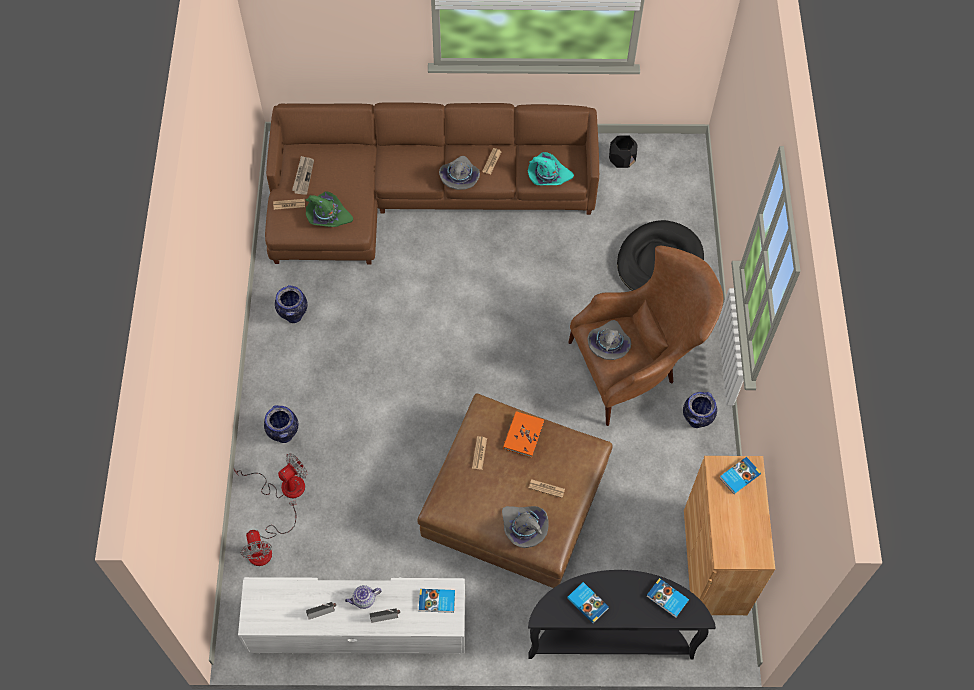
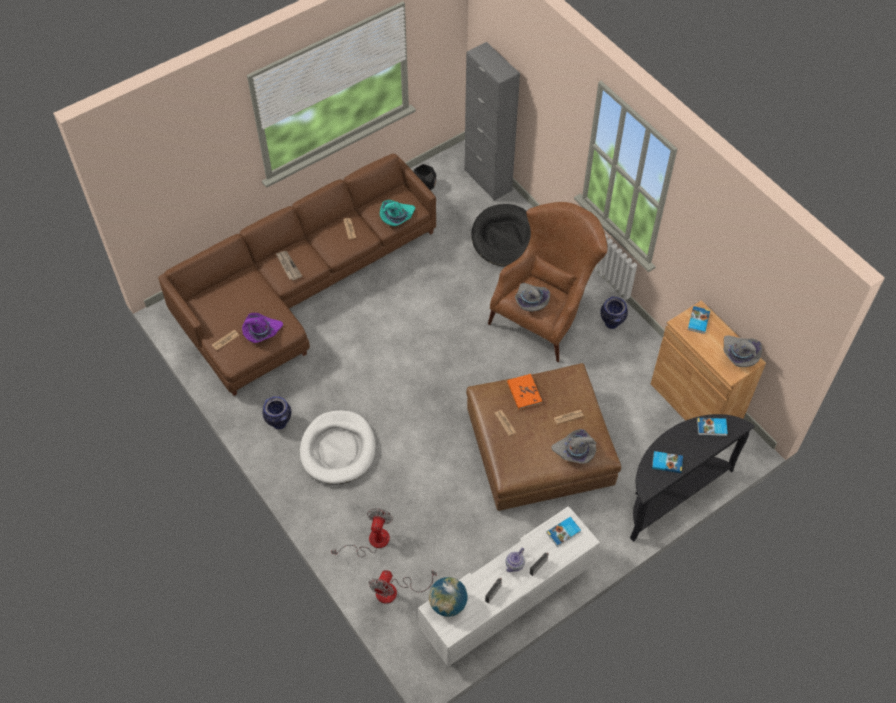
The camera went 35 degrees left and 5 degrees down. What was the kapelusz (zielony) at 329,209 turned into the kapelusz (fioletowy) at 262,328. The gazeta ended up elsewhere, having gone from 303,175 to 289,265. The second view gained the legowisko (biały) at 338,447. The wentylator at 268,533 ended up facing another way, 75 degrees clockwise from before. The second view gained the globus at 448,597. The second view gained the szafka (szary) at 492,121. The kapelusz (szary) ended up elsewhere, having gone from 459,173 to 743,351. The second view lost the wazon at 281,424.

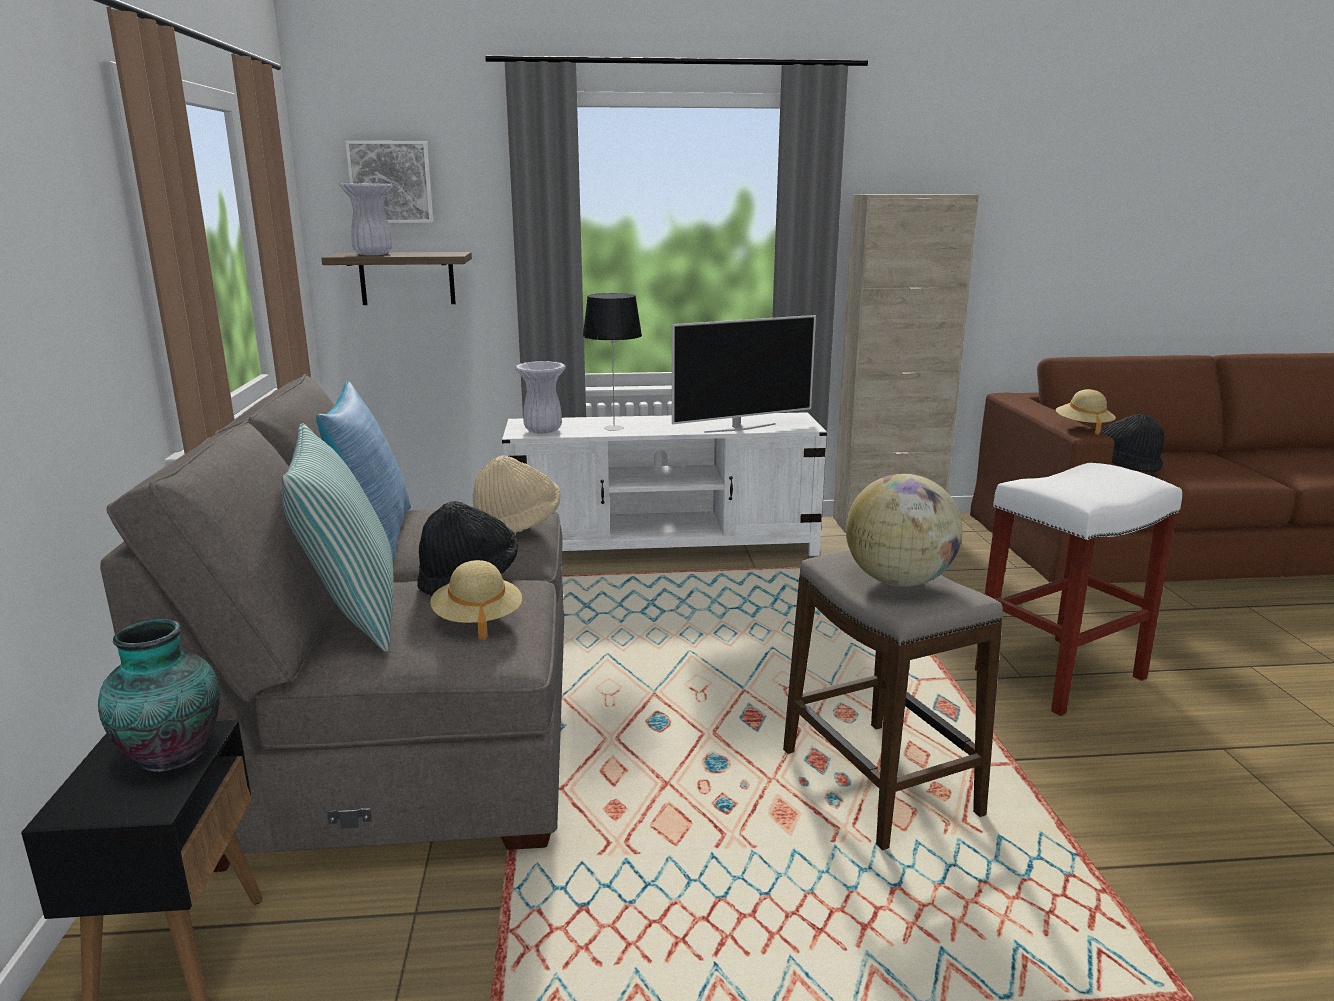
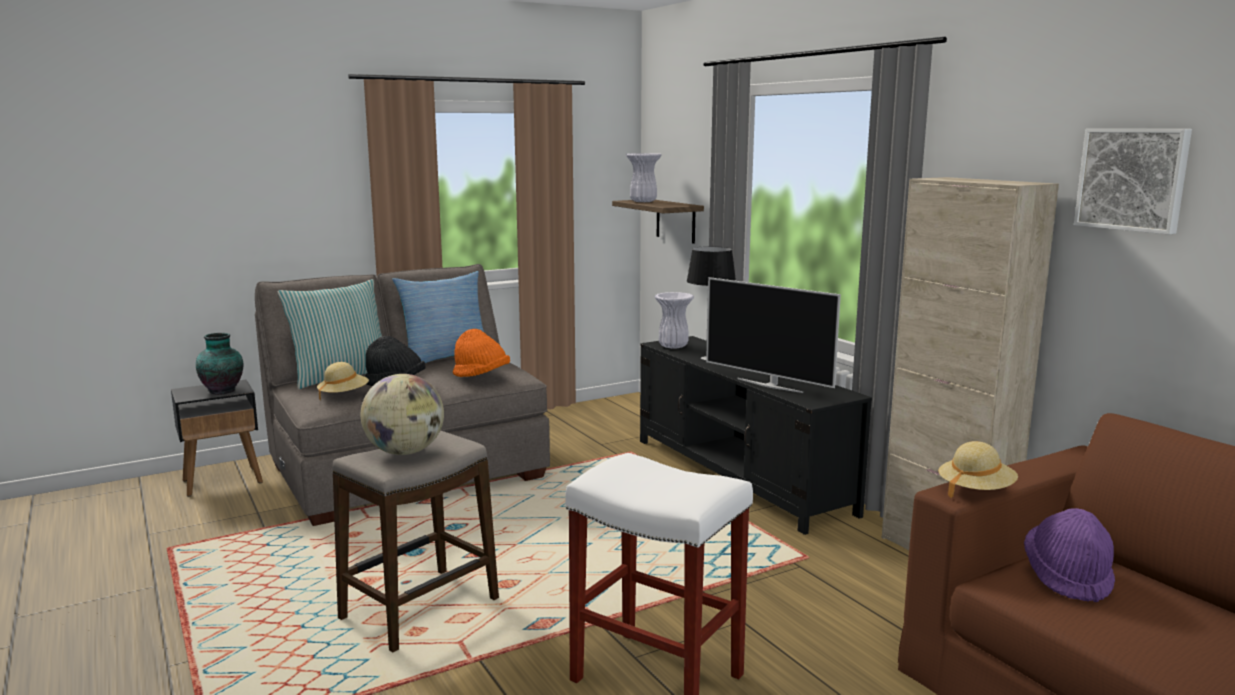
The camera went 65 degrees right and 5 degrees down. What was the kapelusz (beżowy) at 516,494 turned into the kapelusz (pomarańczowy) at 481,353. What was the szafka pod telewizor (biały) at 664,484 turned into the szafka pod telewizor (czarny) at 756,435. What was the kapelusz (czarny) at 1132,443 turned into the kapelusz (fioletowy) at 1069,555. The obraz ended up elsewhere, having gone from 389,182 to 1133,181.

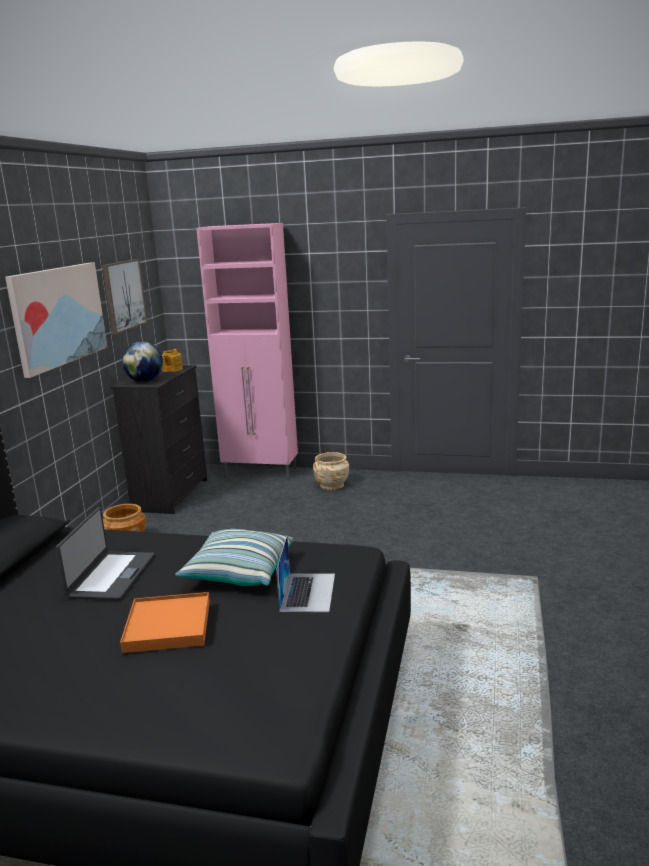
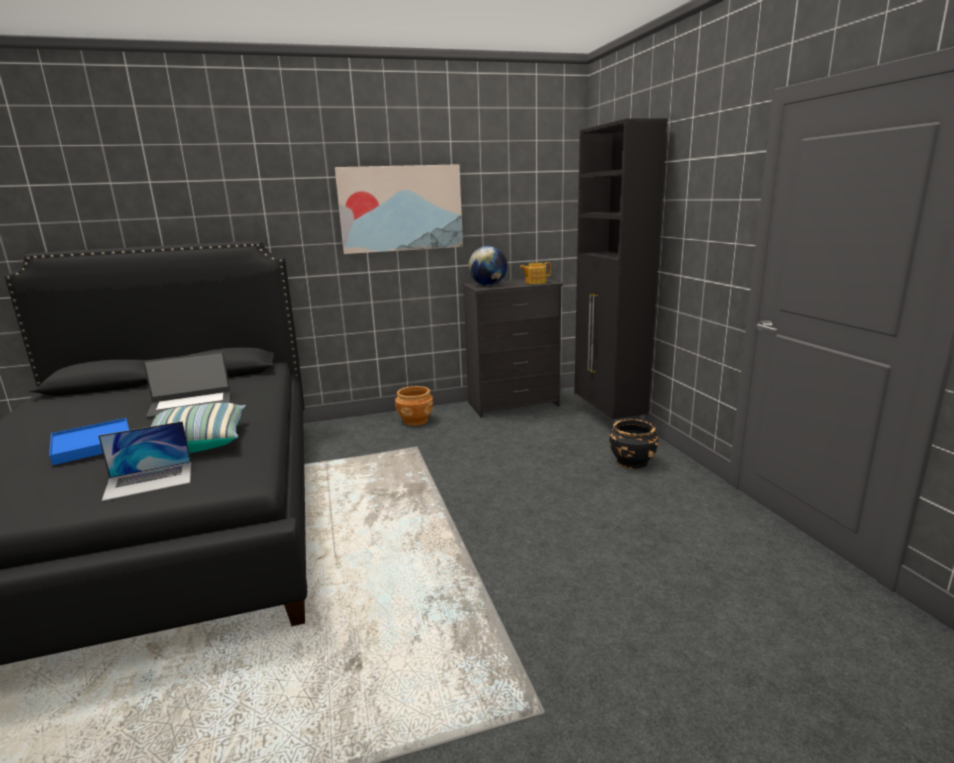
The camera went 60 degrees right and 0 degrees up. What was the taca (pomarańczowy) at 165,622 turned into the taca (niebieski) at 89,441. What was the szafka (różowy) at 247,351 turned into the szafka (czarny) at 621,272. What was the donica (beżowy) at 331,471 turned into the donica (czarny) at 633,444. The second view lost the obraz at 125,296.

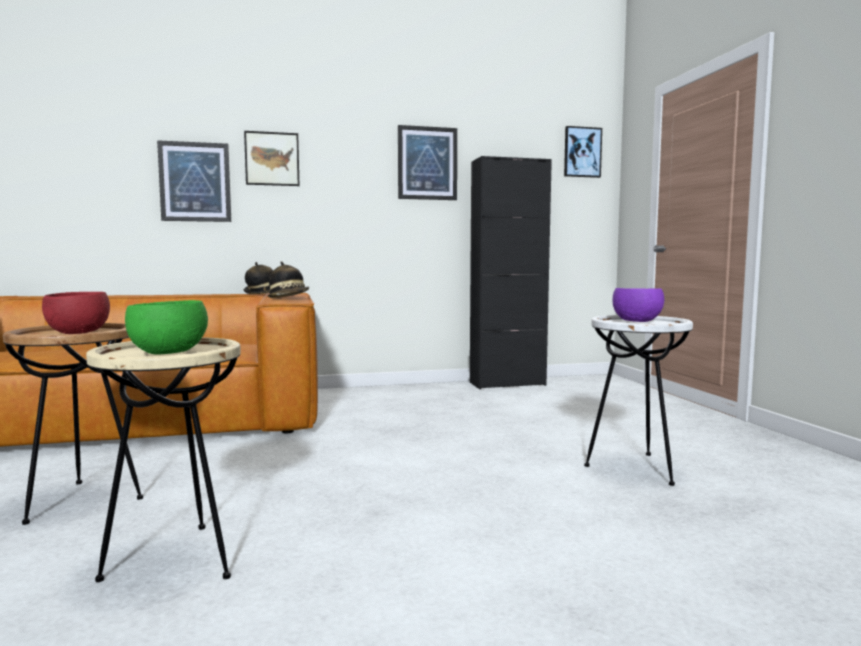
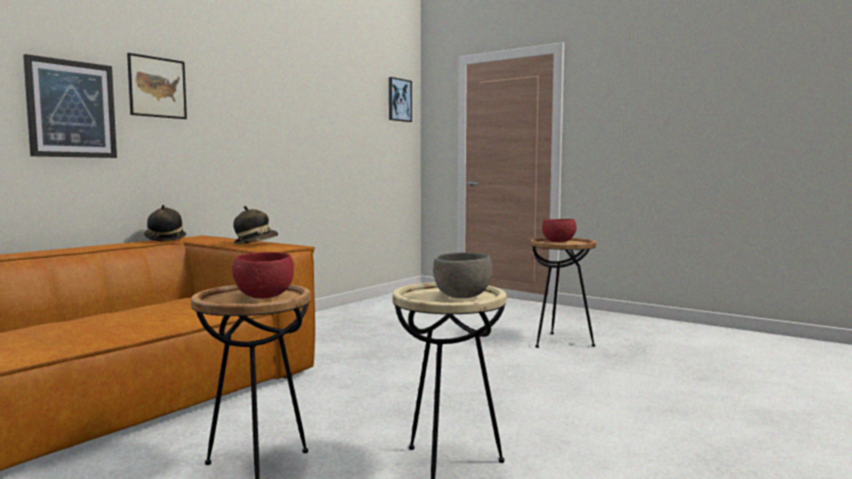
The camera went 40 degrees left and 0 degrees up. What was the miska (zielony) at 166,327 turned into the miska (szary) at 463,275. What was the stolik (biały) at 638,400 turned into the stolik (brązowy) at 564,292. What was the miska (fioletowy) at 638,305 turned into the miska (czerwony) at 559,230. The second view lost the obraz at 427,162. The second view lost the szafka (czarny) at 511,272.

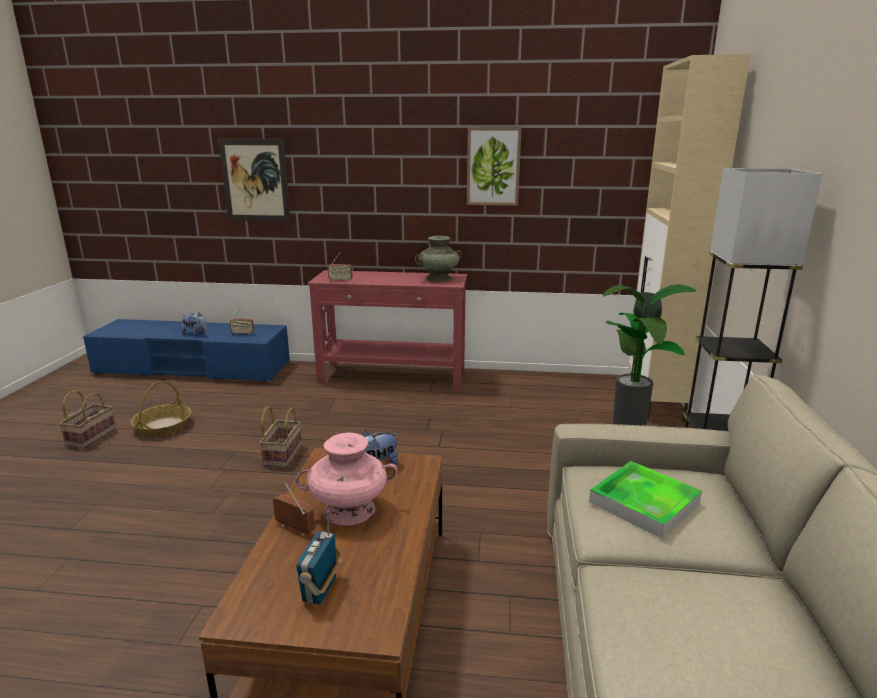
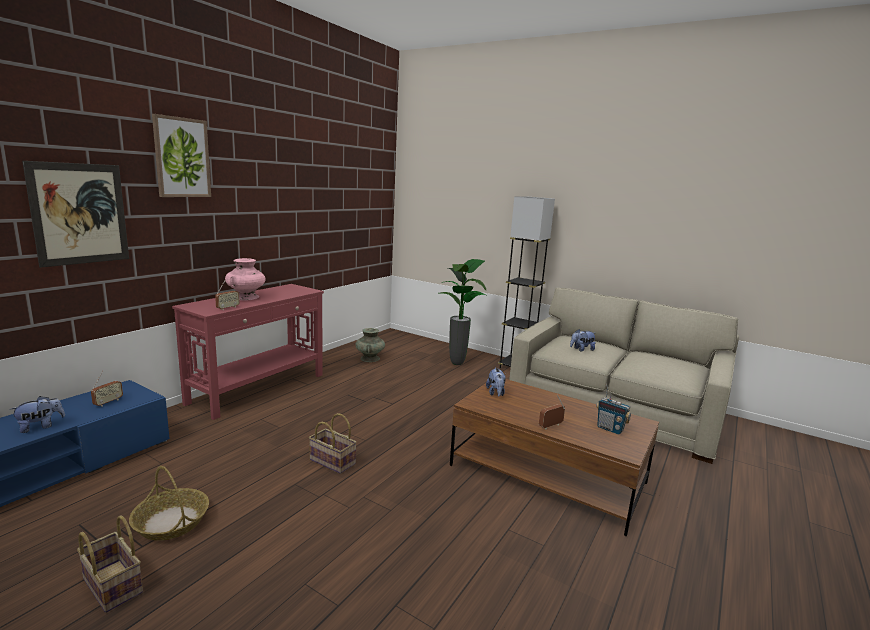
The camera went 65 degrees left and 5 degrees down. The obraz ended up elsewhere, having gone from 494,166 to 181,155. The wazon (różowy) ended up elsewhere, having gone from 346,479 to 245,279. The wazon (turkusowy) ended up elsewhere, having gone from 438,259 to 370,345. Where the taca stood at 645,499, the pluszak came to stand at 583,340. The second view lost the szafka (beżowy) at 689,238.

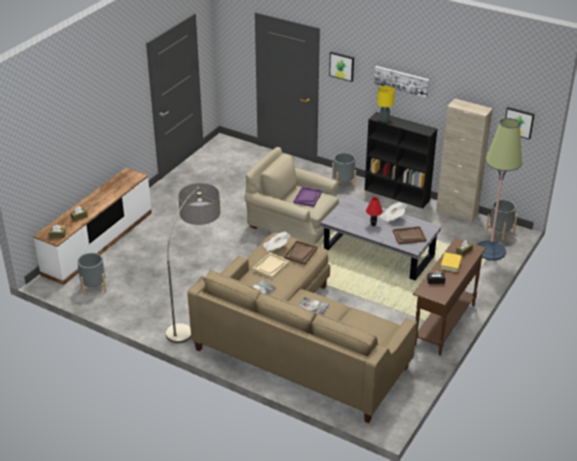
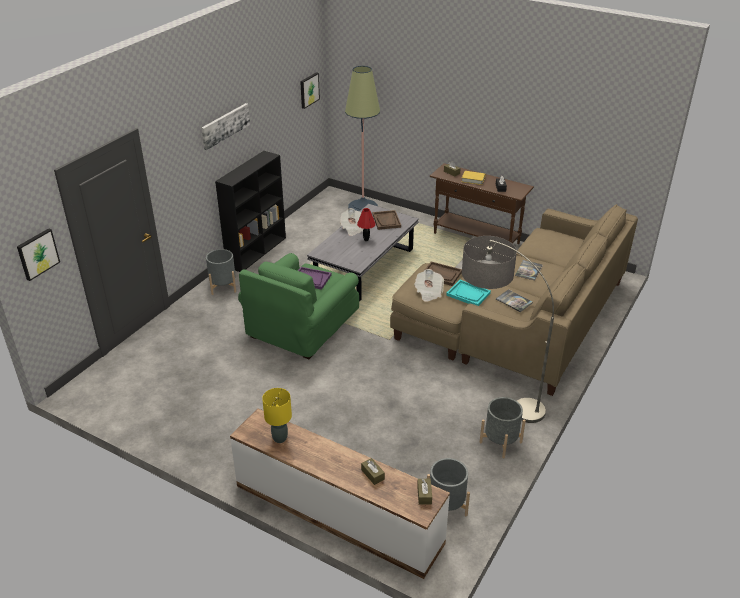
The camera went 90 degrees left and 0 degrees up. The obraz ended up elsewhere, having gone from 341,67 to 38,254. What was the fotel (beżowy) at 292,196 turned into the fotel (zielony) at 298,306. The lampa stołowa (żółty) ended up elsewhere, having gone from 386,104 to 277,415. What was the taca (beżowy) at 271,266 turned into the taca (turkusowy) at 468,293. The donica (szary) ended up elsewhere, having gone from 502,220 to 503,427. The second view lost the szafka (beżowy) at 464,161.

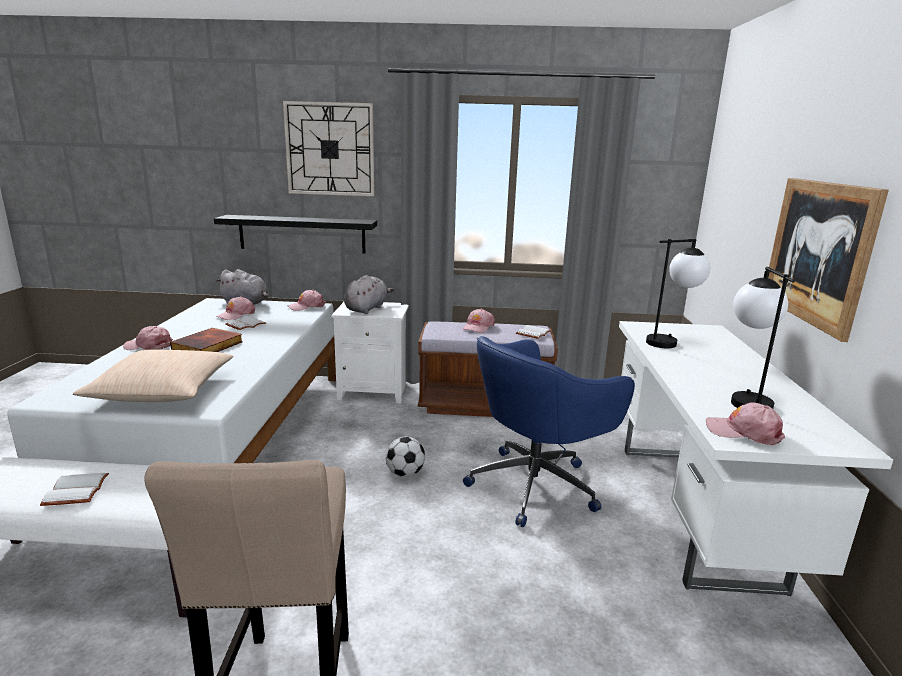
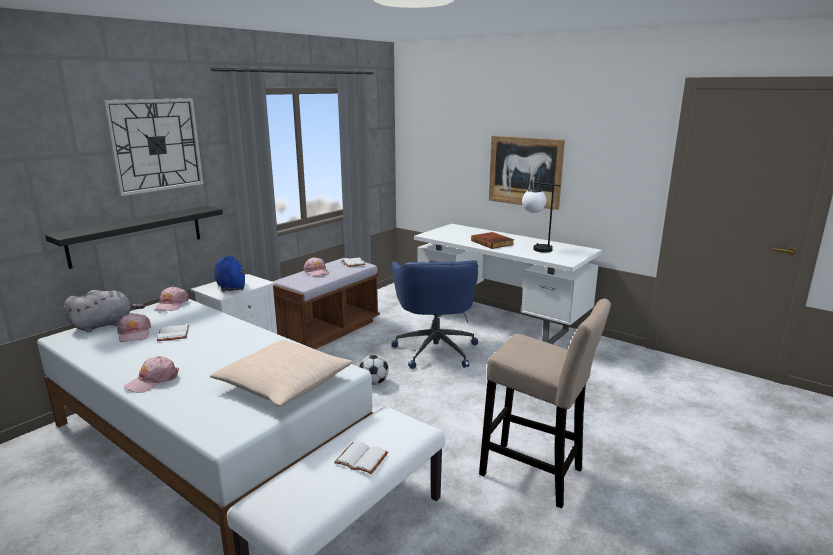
The camera went 55 degrees left and 0 degrees up. What was the pluszak (szary) at 369,294 turned into the pluszak (niebieski) at 229,274. The książka ended up elsewhere, having gone from 206,340 to 492,240. The second view lost the lampa stołowa at 678,293. The second view lost the czapka z daszkiem (różowy) at 745,424.

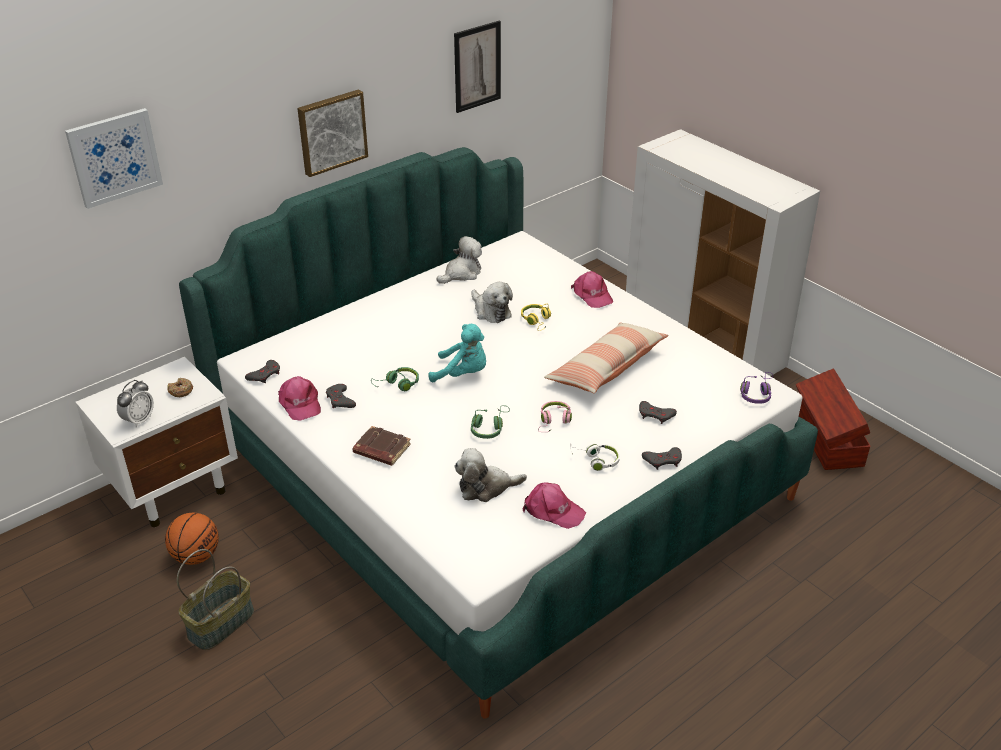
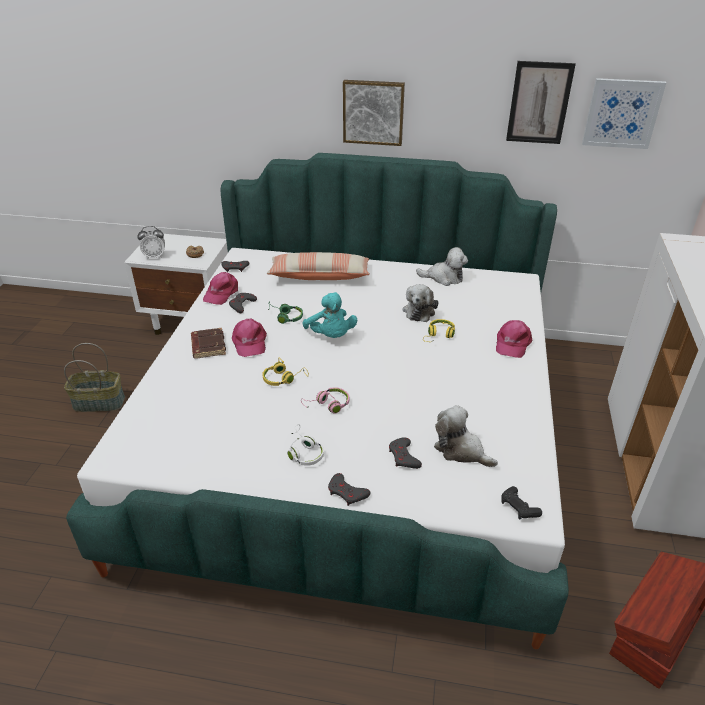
The camera went 50 degrees right and 0 degrees up. The czapka z daszkiem (różowy) ended up elsewhere, having gone from 554,505 to 249,338. What was the słuchawki (zielony) at 490,422 turned into the słuchawki (żółty) at 285,372. The poduszka ended up elsewhere, having gone from 606,358 to 318,266. The pluszak ended up elsewhere, having gone from 490,475 to 466,436. Where the słuchawki (fioletowy) stood at 756,388, the pad do gier (czarny) came to stand at 521,502. The obraz ended up elsewhere, having gone from 114,158 to 624,113. The second view lost the piłka do koszykówki at 192,539.

